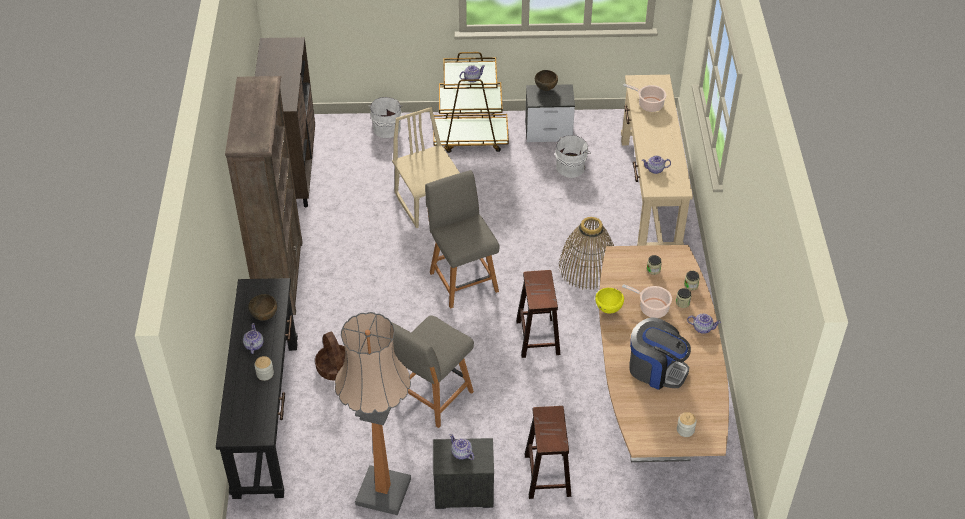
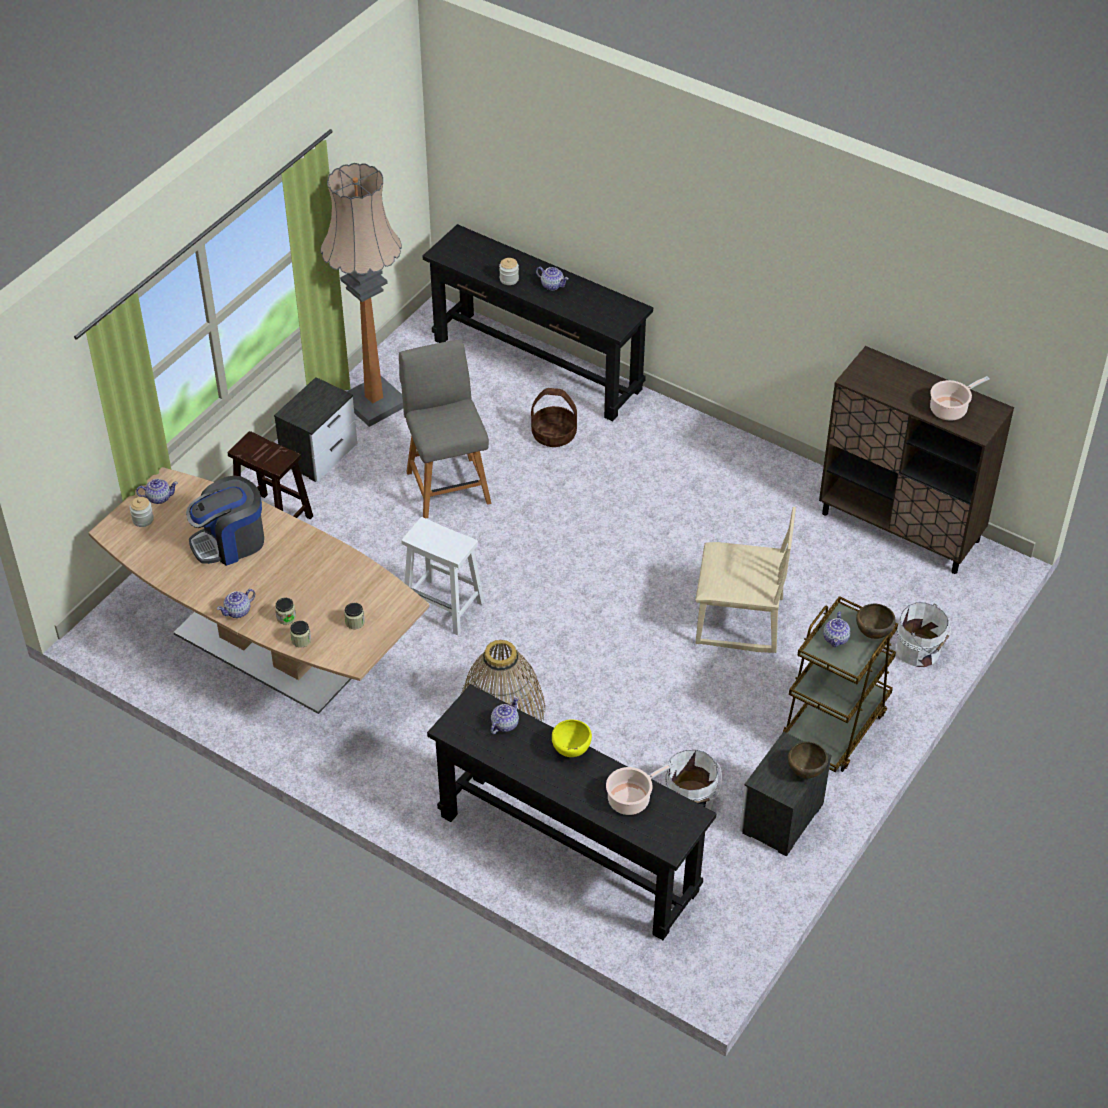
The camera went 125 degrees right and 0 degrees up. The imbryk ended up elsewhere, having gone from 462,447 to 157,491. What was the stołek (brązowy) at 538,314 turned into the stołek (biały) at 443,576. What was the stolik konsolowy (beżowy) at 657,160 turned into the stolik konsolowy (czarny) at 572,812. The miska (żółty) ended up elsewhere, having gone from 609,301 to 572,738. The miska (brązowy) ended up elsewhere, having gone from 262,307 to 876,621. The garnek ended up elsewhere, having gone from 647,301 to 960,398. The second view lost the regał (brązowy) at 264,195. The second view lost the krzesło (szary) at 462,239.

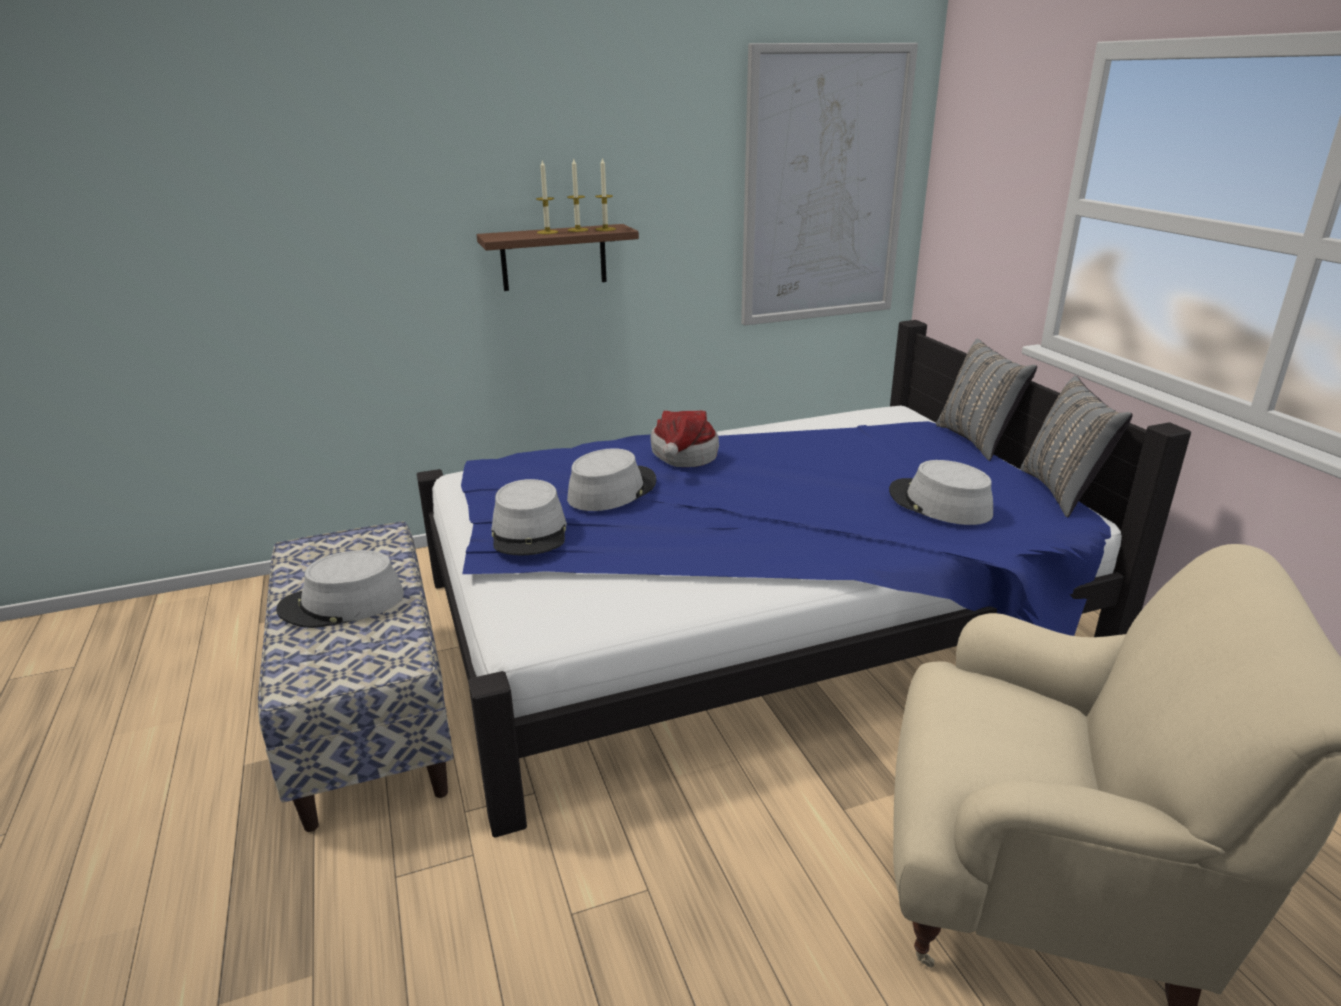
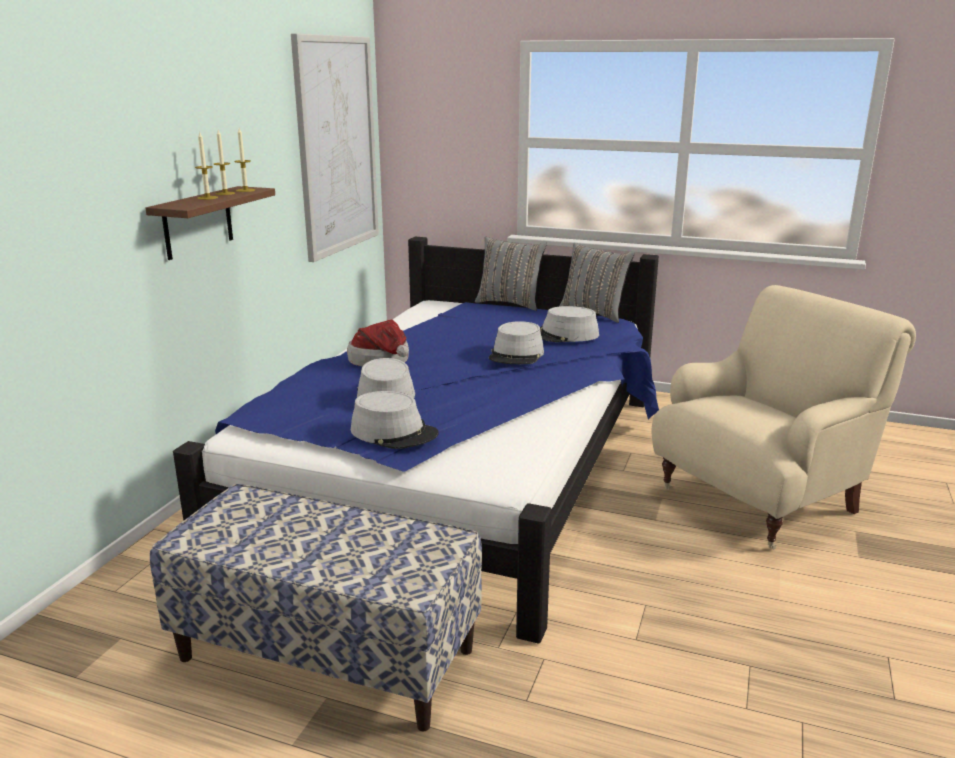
The camera went 50 degrees left and 5 degrees down. The kapelusz (szary) ended up elsewhere, having gone from 340,589 to 516,342.

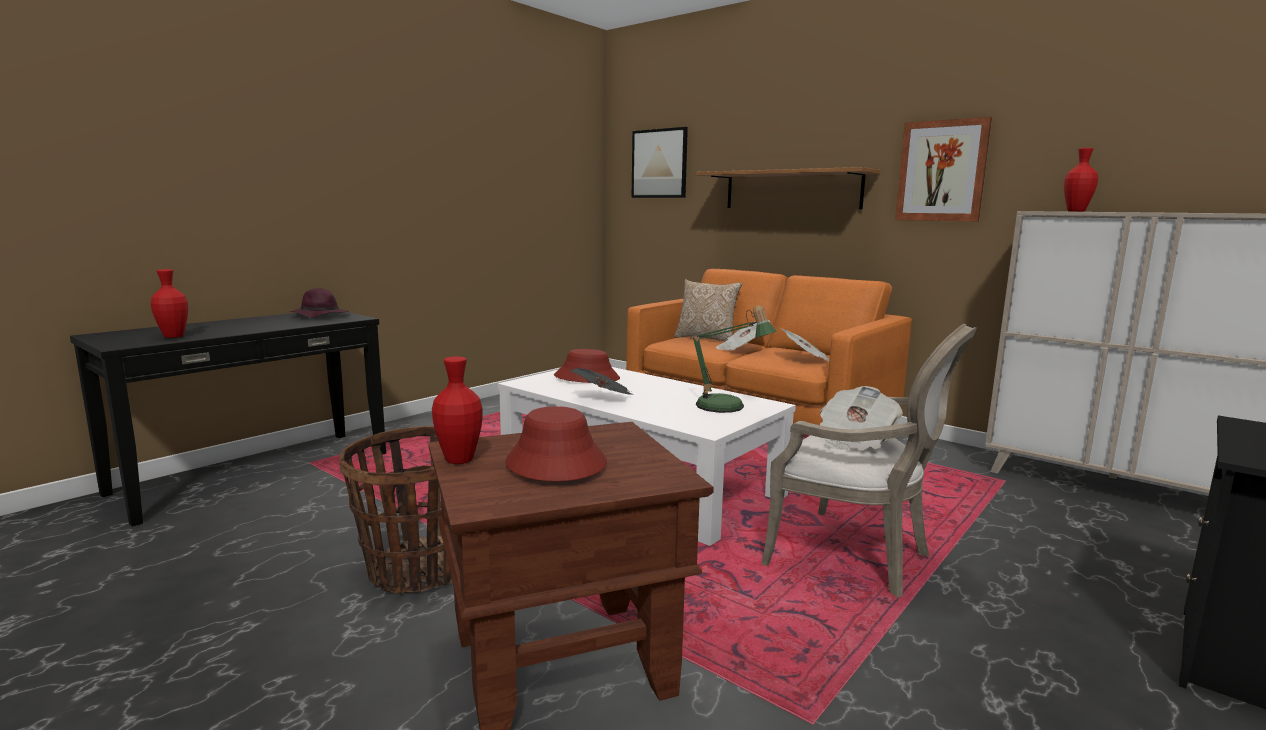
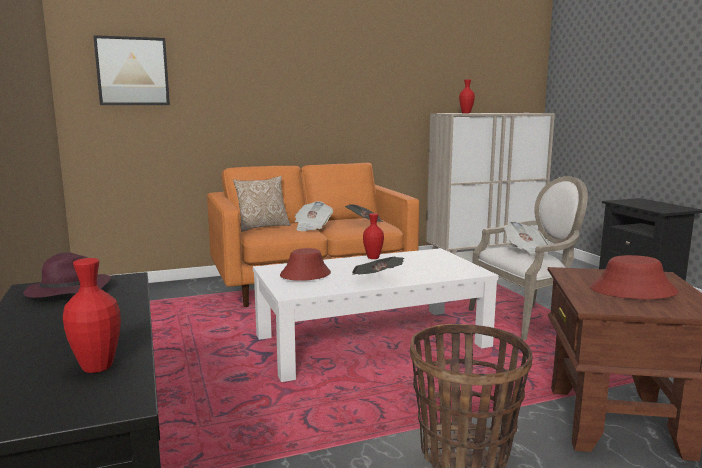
The camera went 60 degrees left and 0 degrees up. The wazon (czerwony) ended up elsewhere, having gone from 457,410 to 373,236. The second view lost the lampa stołowa at 734,359. The second view lost the półka at 788,188. The second view lost the obraz at 943,169.

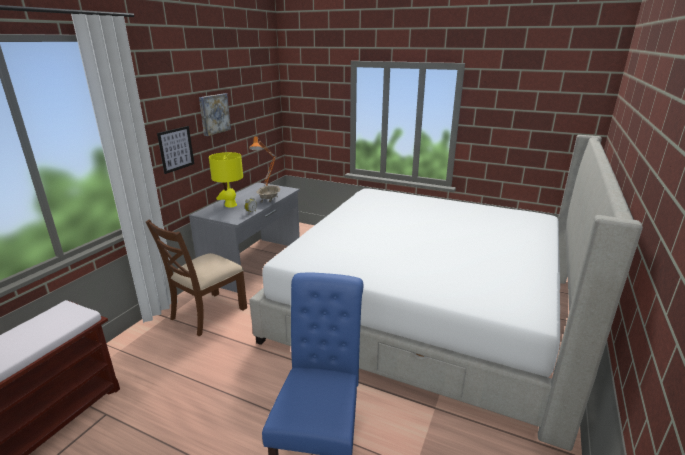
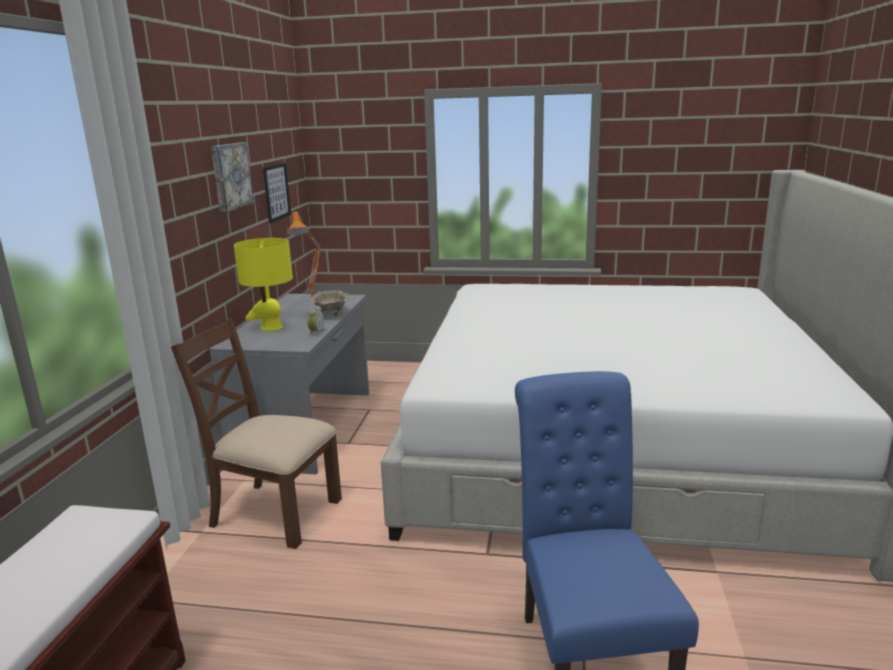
The camera went 15 degrees left and 5 degrees down. The krzesło (brązowy) at 196,278 ended up facing another way, 90 degrees clockwise from before. The obraz ended up elsewhere, having gone from 175,150 to 277,193.

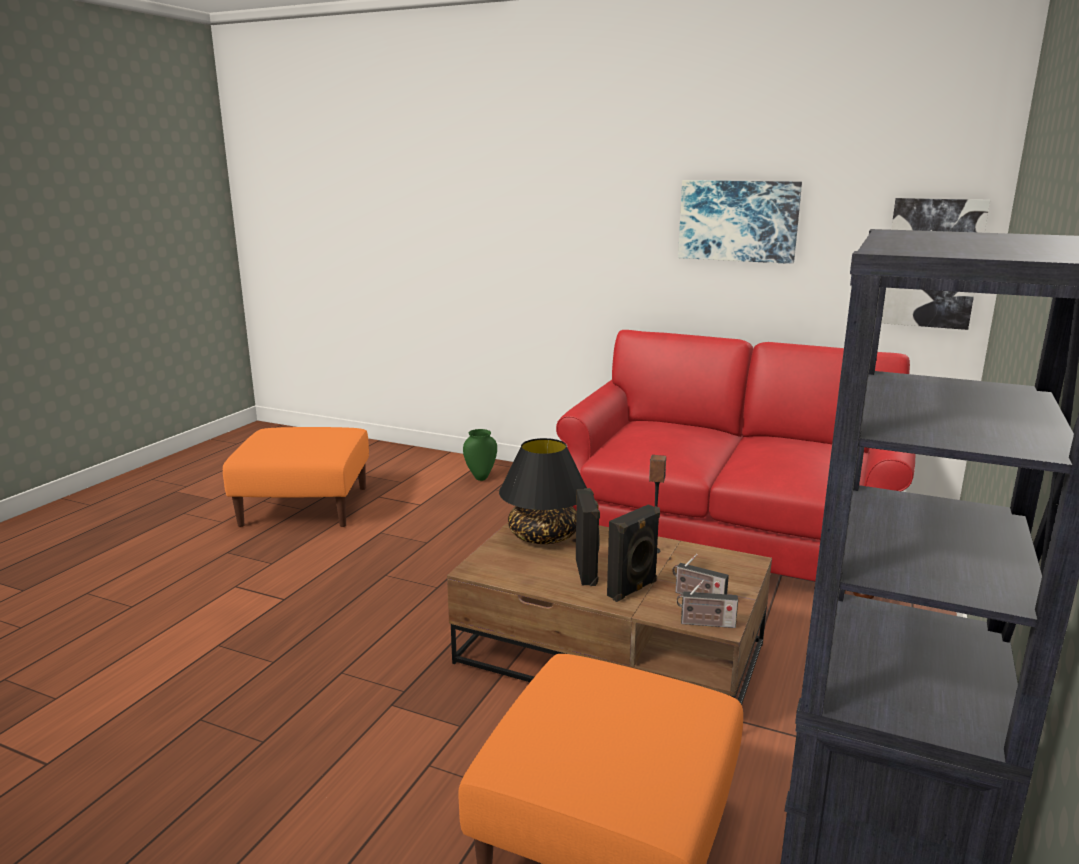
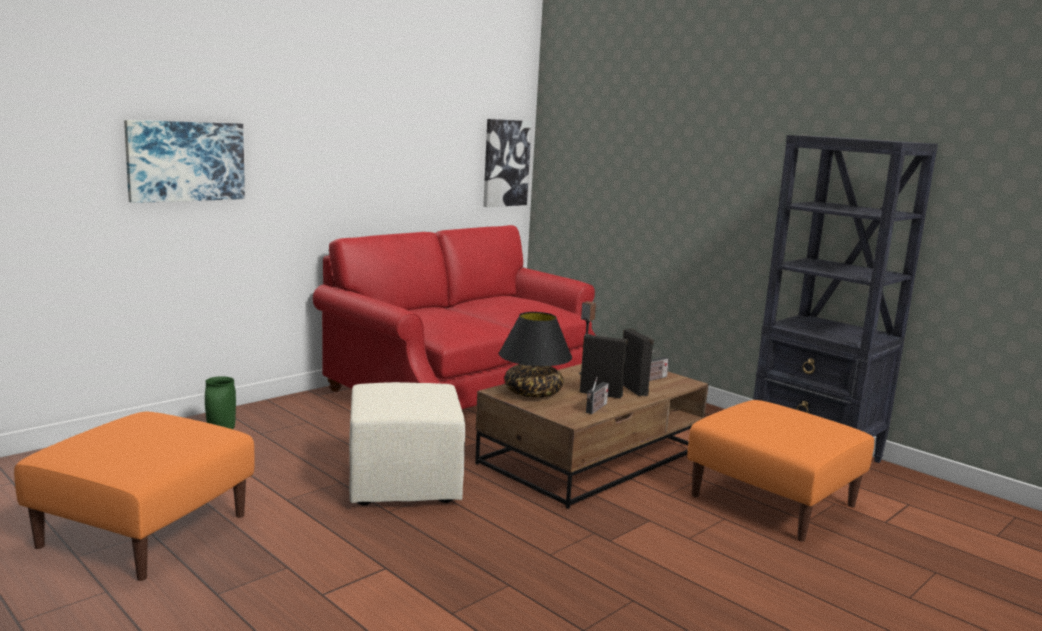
The camera went 70 degrees left and 5 degrees down. The obraz ended up elsewhere, having gone from 740,222 to 184,161. The second view gained the pufa (beżowy) at 407,443. The radio ended up elsewhere, having gone from 707,603 to 597,395.

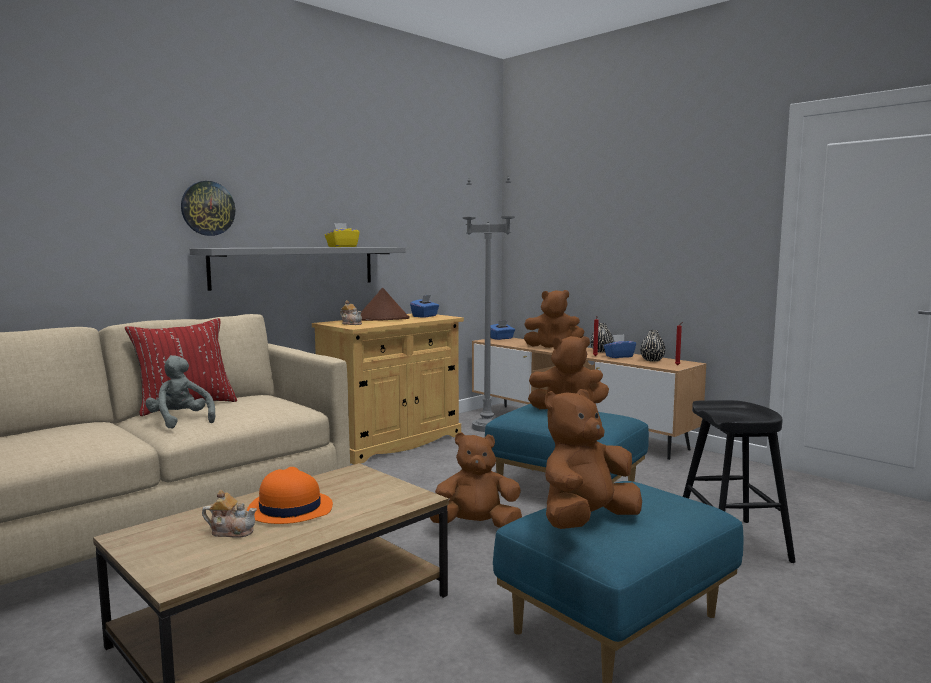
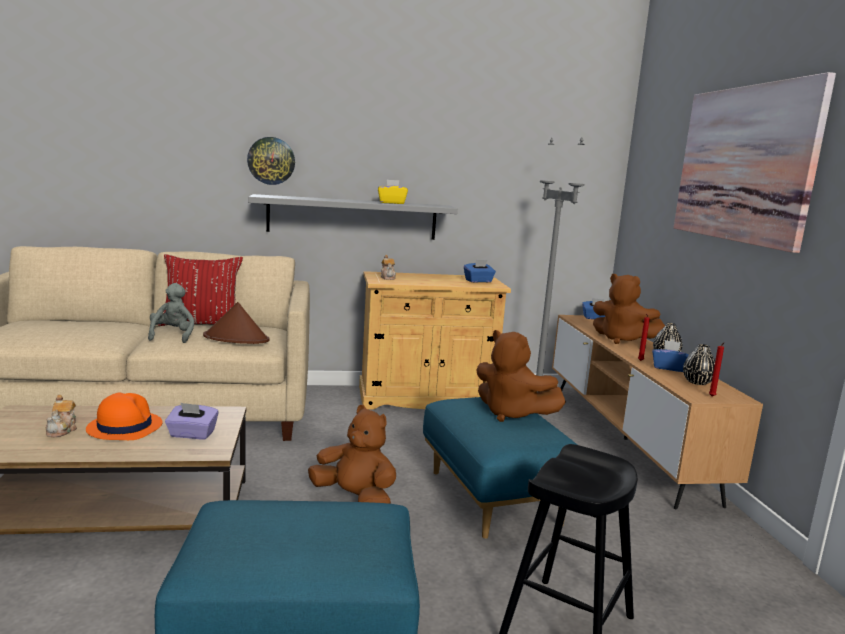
The camera went 35 degrees right and 5 degrees up. The imbryk at 229,514 ended up facing another way, 45 degrees clockwise from before. The second view gained the pudełko chusteczek (fioletowy) at 192,421. The kapelusz (brązowy) ended up elsewhere, having gone from 385,304 to 236,323. The second view gained the obraz at 755,162. The second view lost the pluszak (brązowy) at 593,459.

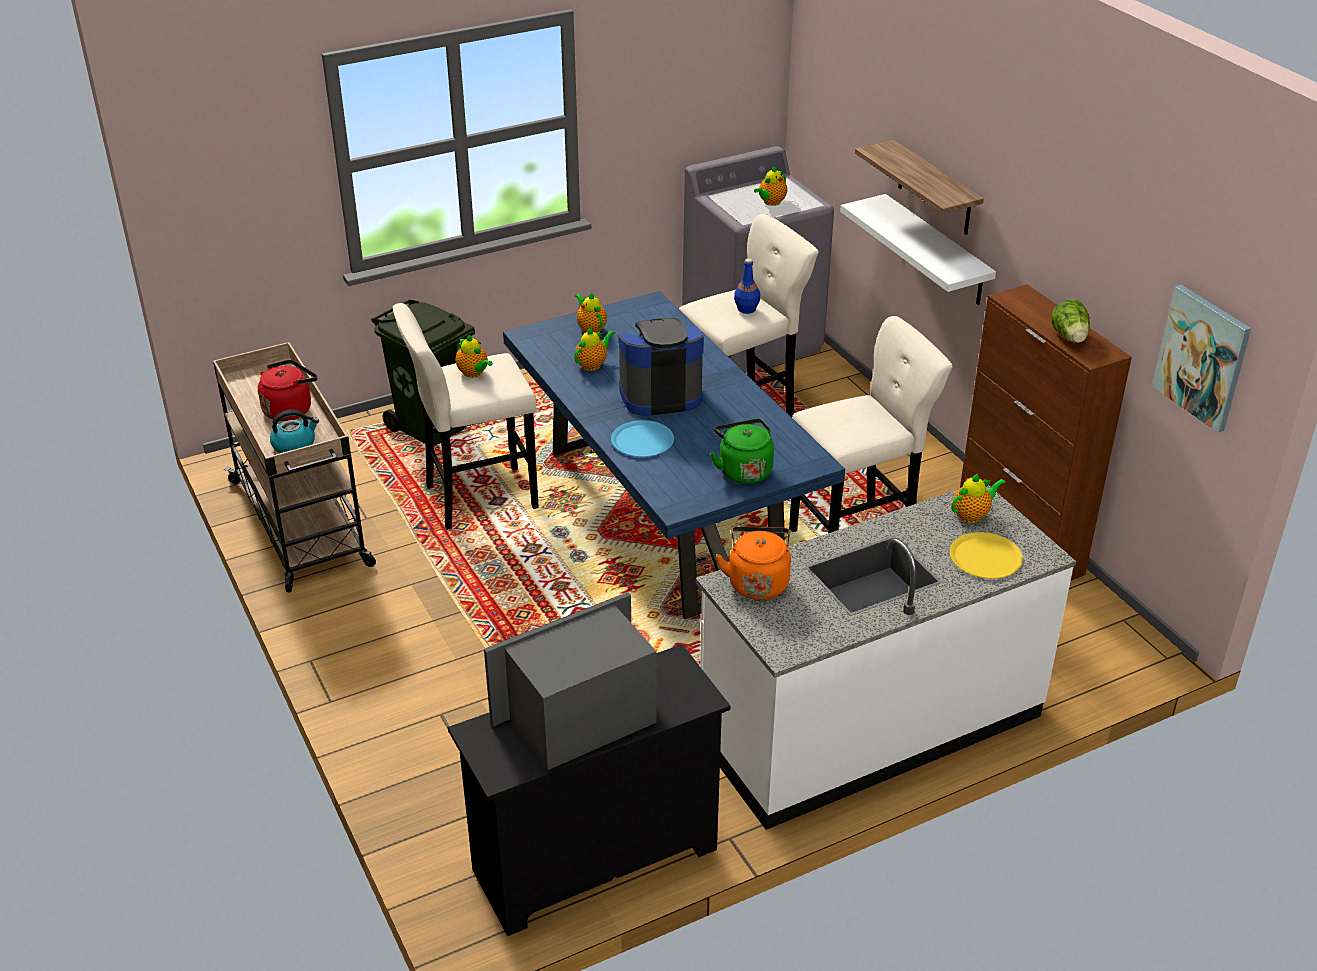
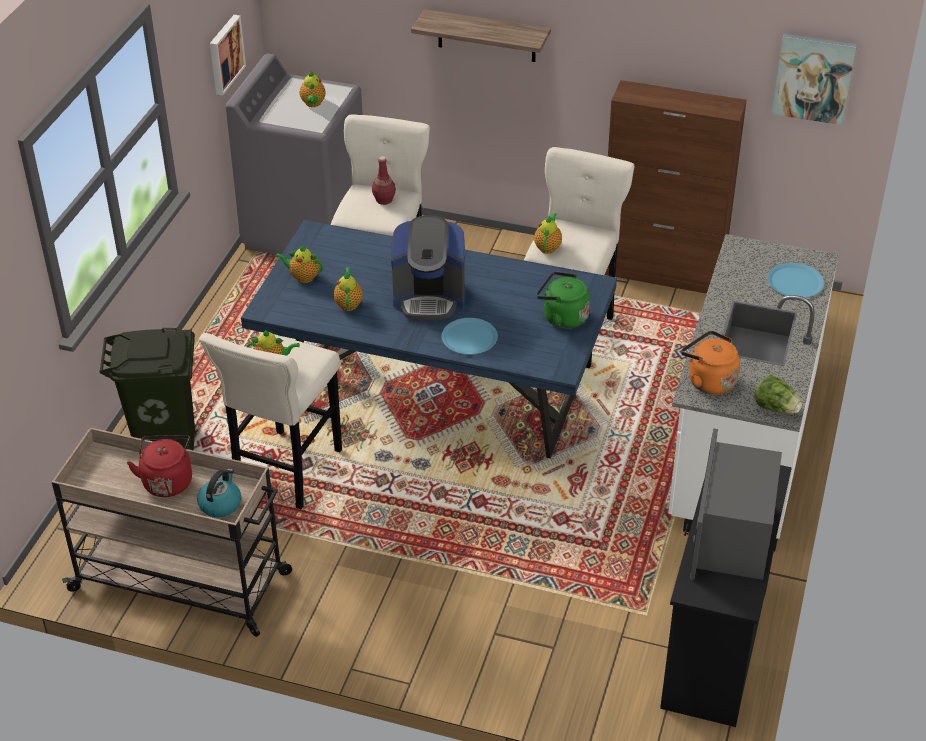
The camera went 45 degrees left and 5 degrees up. The second view gained the obraz at 228,55. What was the butelka (niebieski) at 747,286 turned into the butelka (czerwony) at 384,180. The ekspres do kawy at 661,367 ended up facing another way, 120 degrees counterclockwise from before. The imbryk ended up elsewhere, having gone from 978,498 to 548,233. The sałata ended up elsewhere, having gone from 1070,321 to 778,394. What was the talerz (żółty) at 986,555 turned into the talerz (niebieski) at 796,280. The second view lost the półka (biały) at 918,249.

